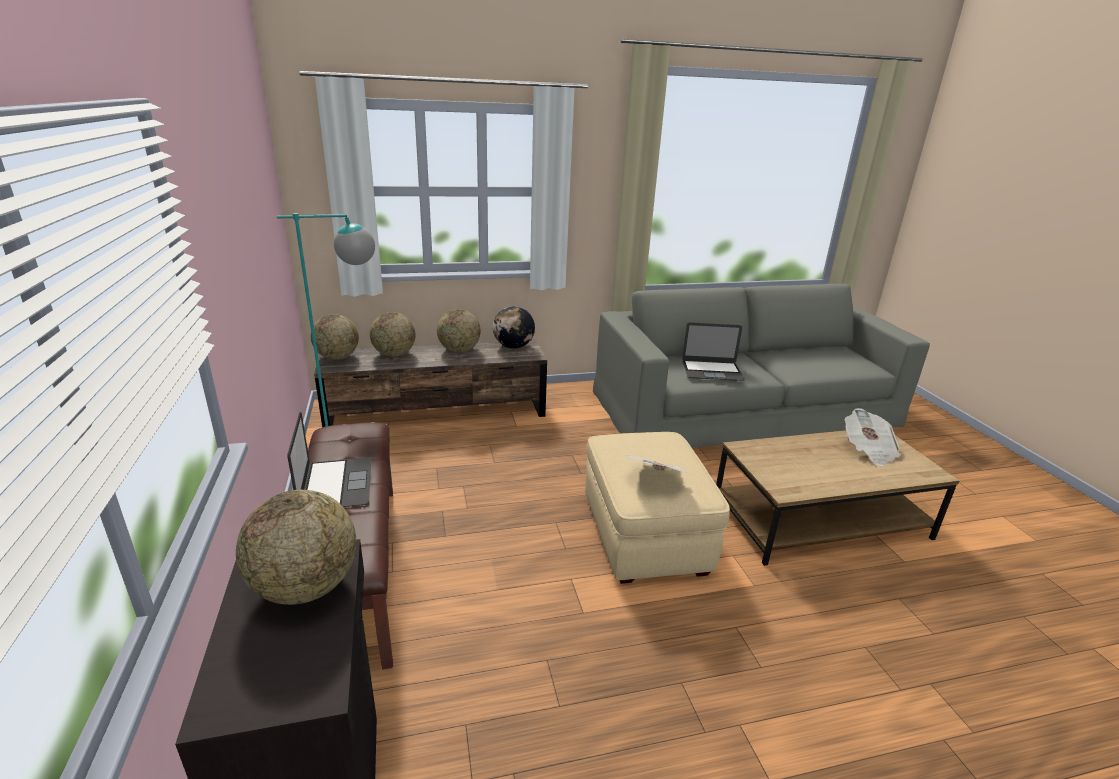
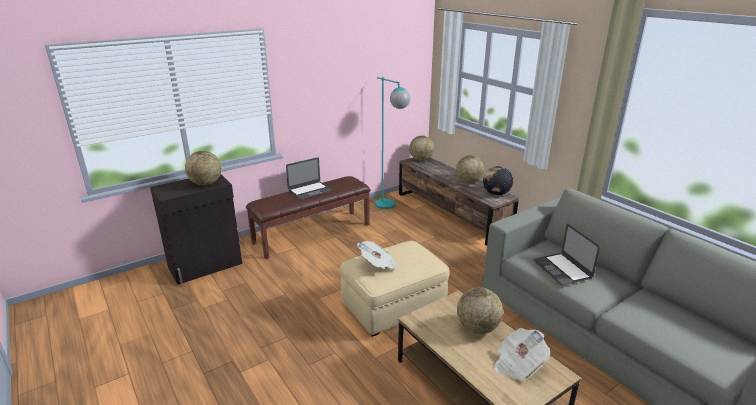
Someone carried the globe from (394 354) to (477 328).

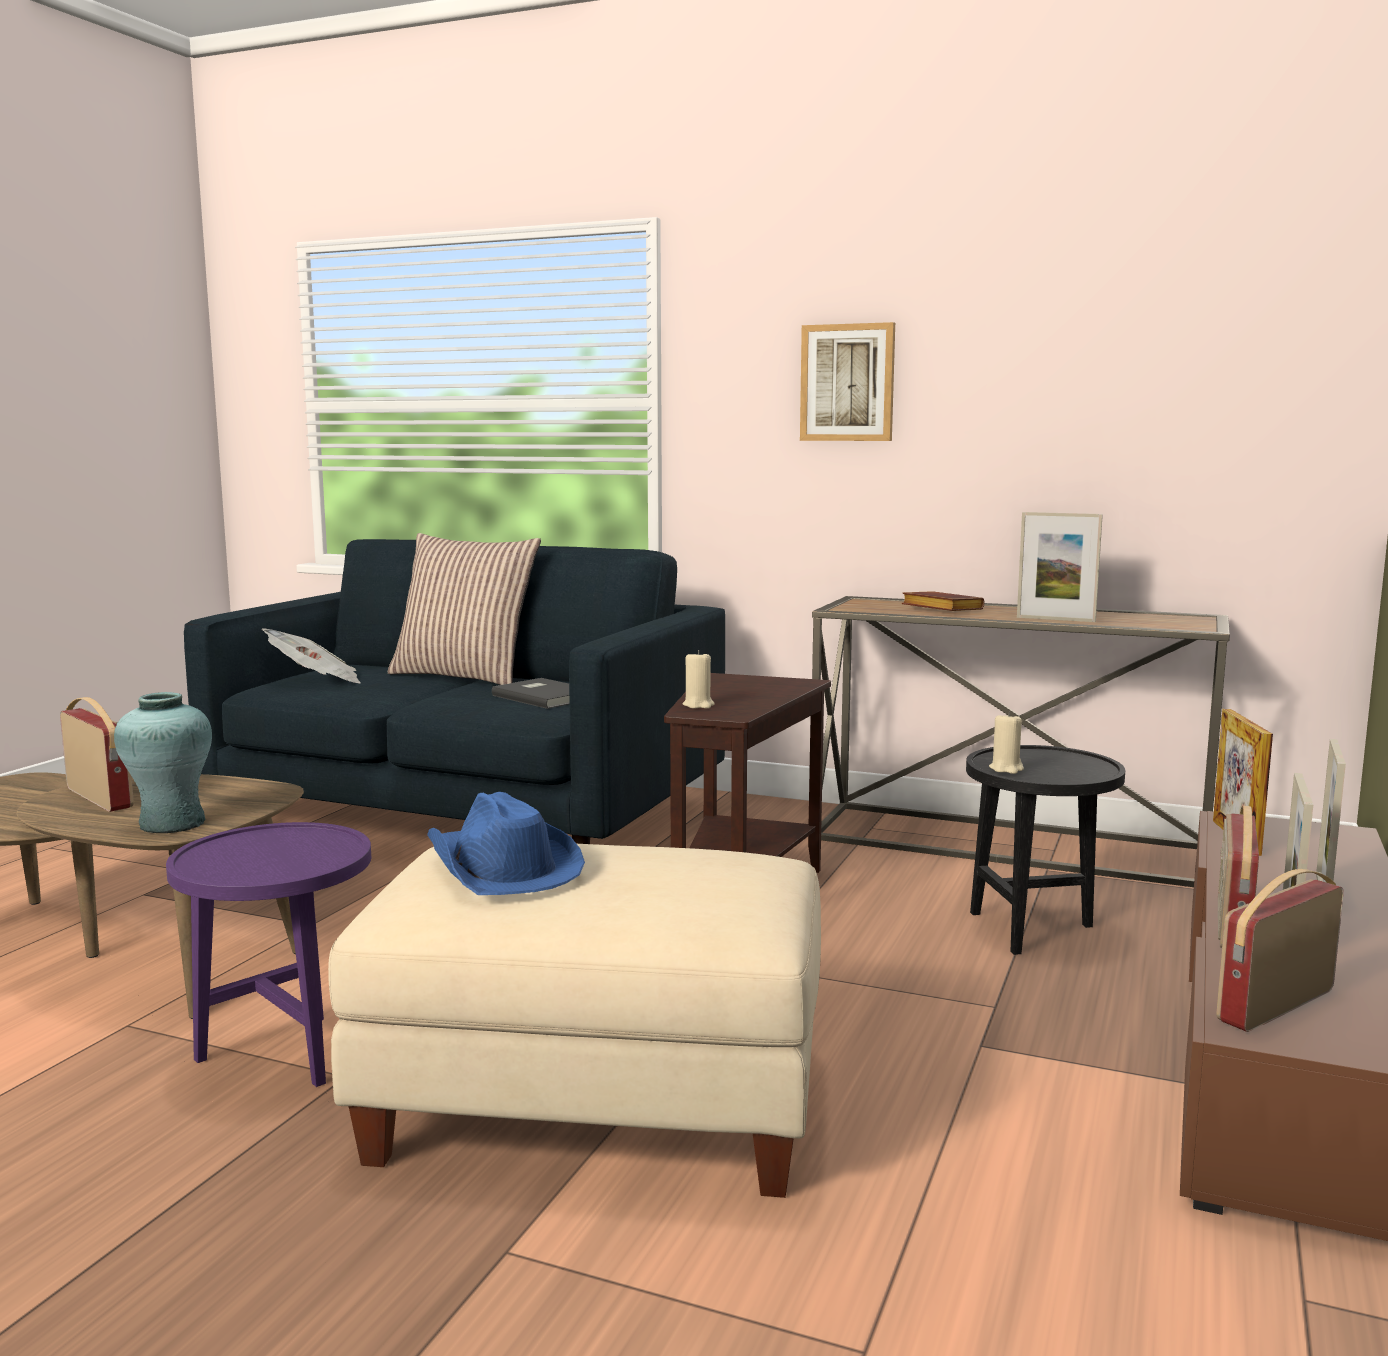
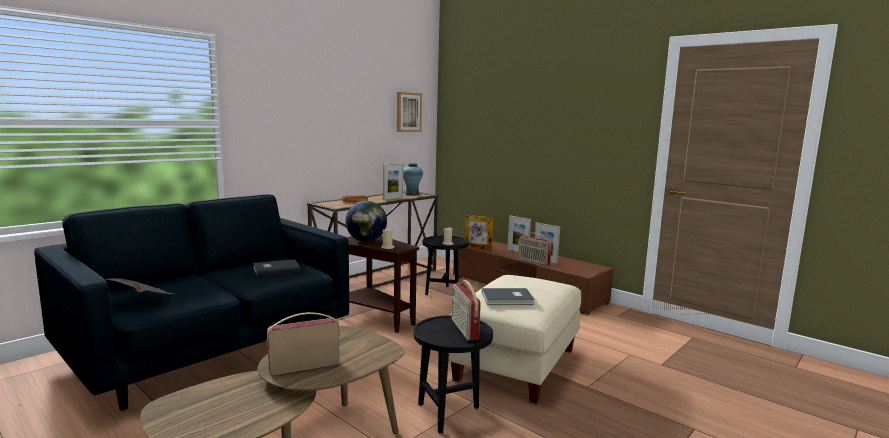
Someone carried the picture from (847 383) to (408 112). Someone took away the pillow at (465 676). Someone carried the turquoise vase from (172 824) to (412 194). Someone swapped the blue hat at (501 867) for the grey book at (508 299). Someone repainted the purple side table at (284 1057), which became the black side table at (450 413). Someone carried the radio from (1273 1004) to (463 329). Someone put down the globe at (366 241).

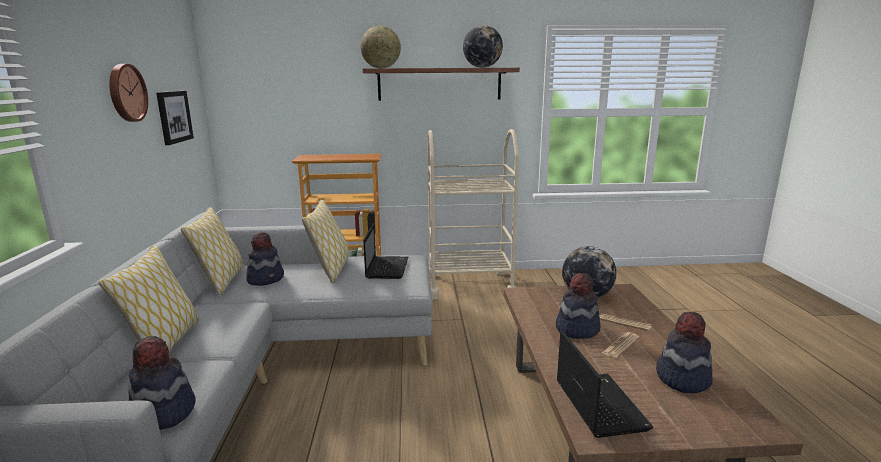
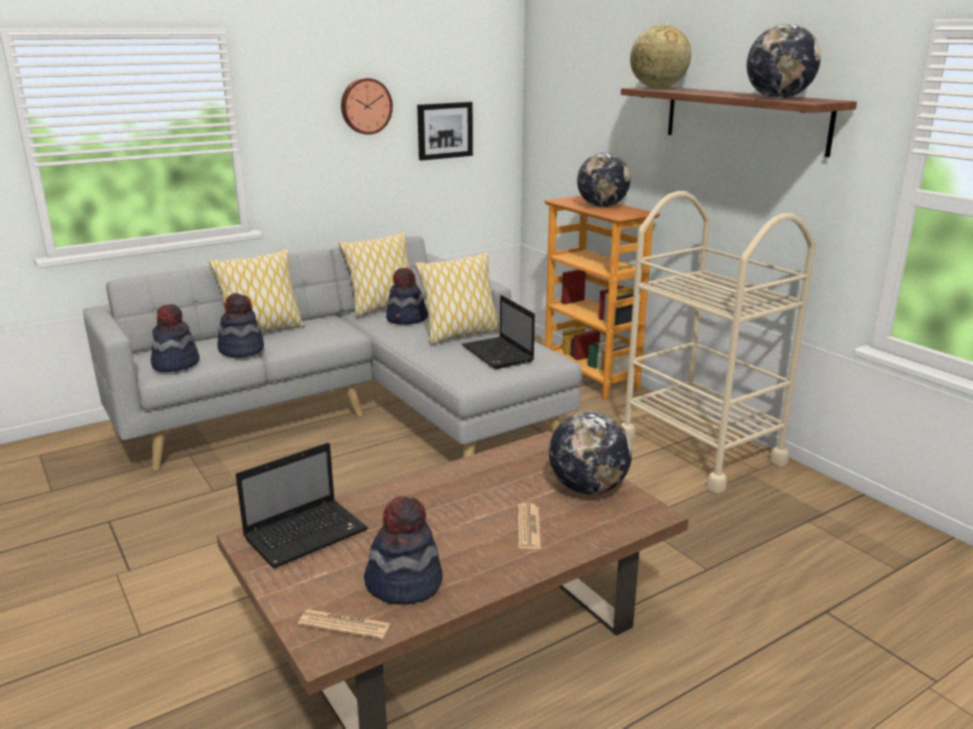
Someone rotated the laptop at (387 267) by 90 degrees clockwise. Someone carried the hat from (576 328) to (241 350). Someone carried the newspaper from (620 345) to (344 625). Someone put down the globe at (602 206).

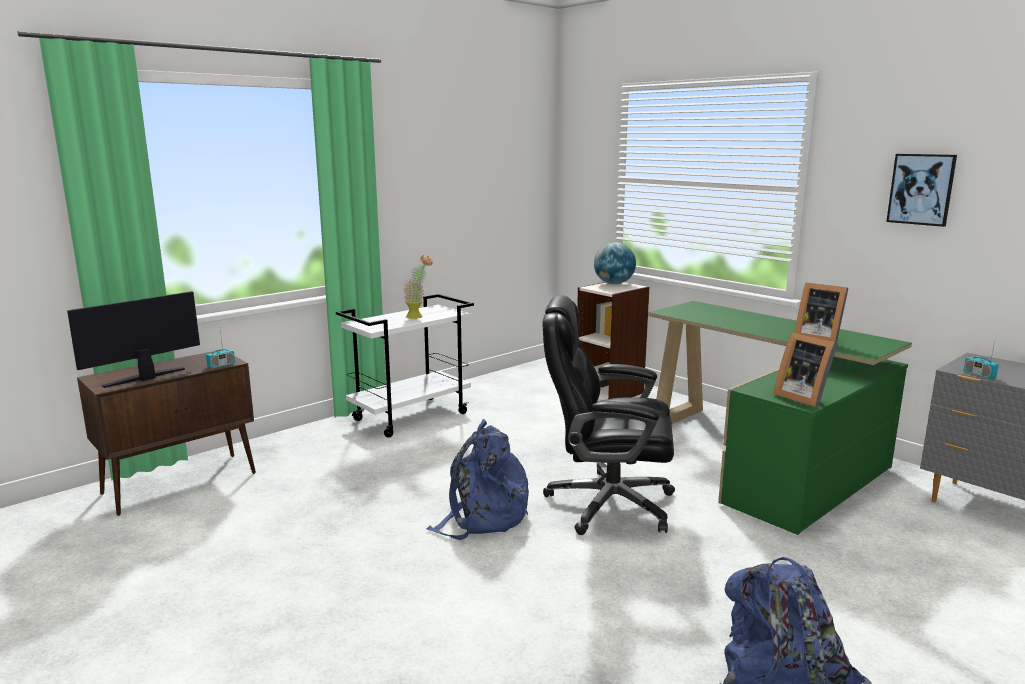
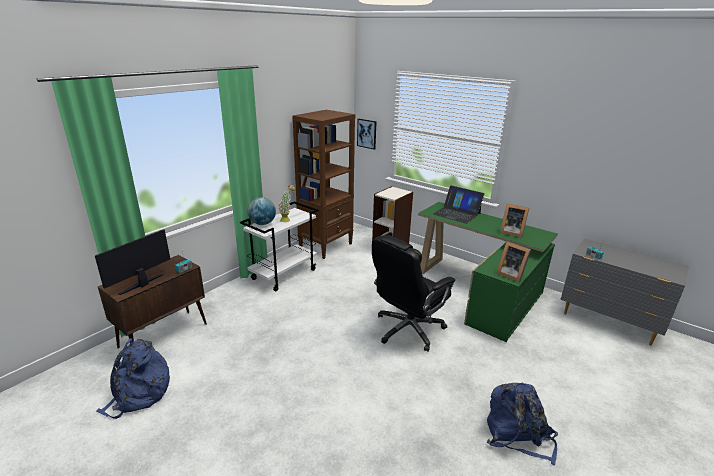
Someone carried the picture from (921 189) to (367 133). Someone carried the globe from (614 283) to (262 223). Someone rotated the black office chair at (607 504) by 45 degrees counterclockwise. Someone carried the blue backpack from (482 516) to (139 394). Someone put down the brown bookcase at (326 246). Someone put down the laptop at (457 213).

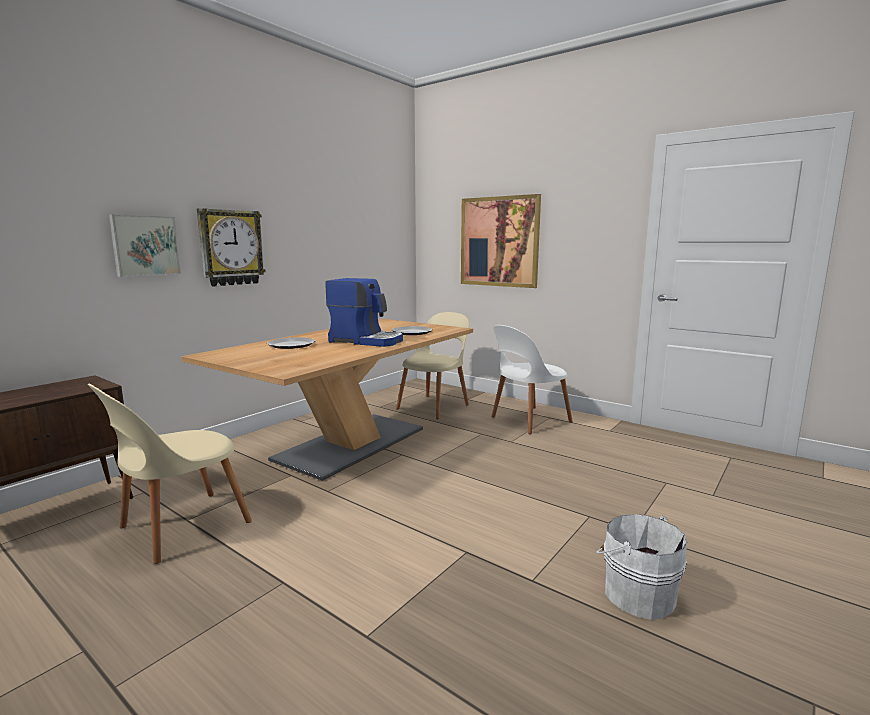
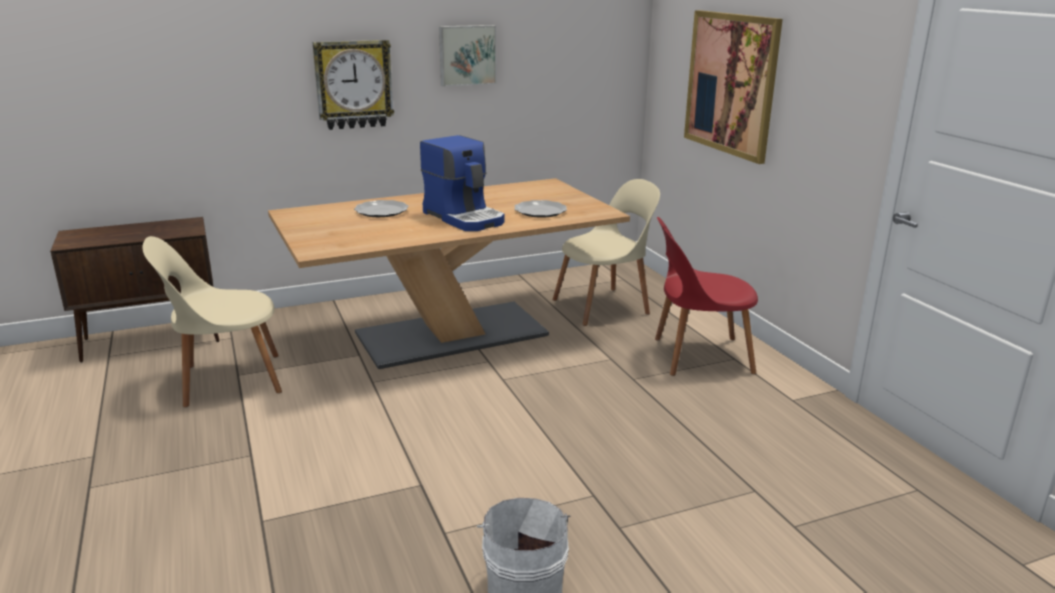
Someone carried the picture from (145 245) to (467 55). Someone repainted the white chair at (528 420), which became the red chair at (697 356).

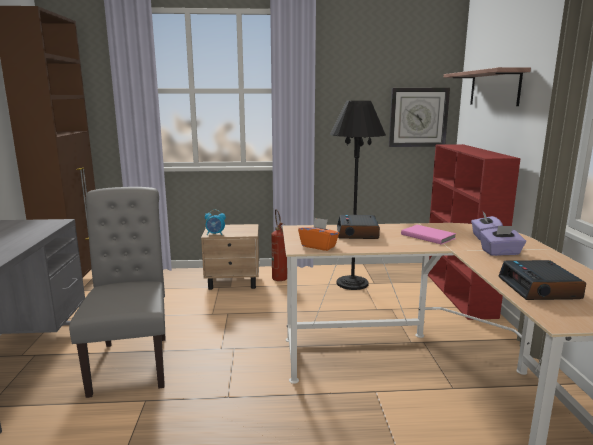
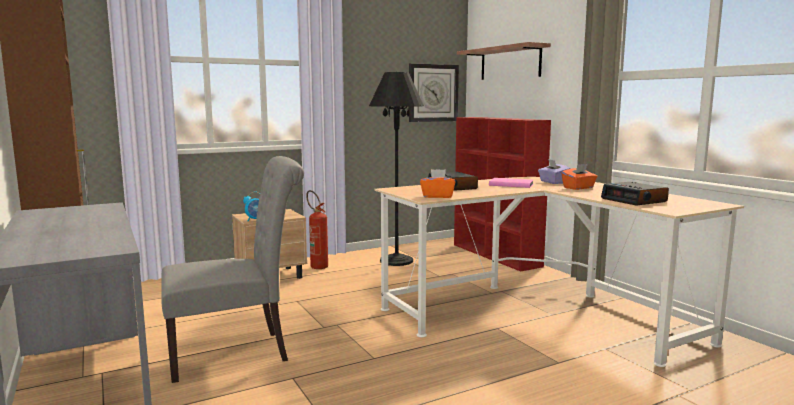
Someone rotated the grey chair at (132 360) by 105 degrees clockwise. Someone repainted the purple tissue box at (500 252), which became the orange tissue box at (578 188).

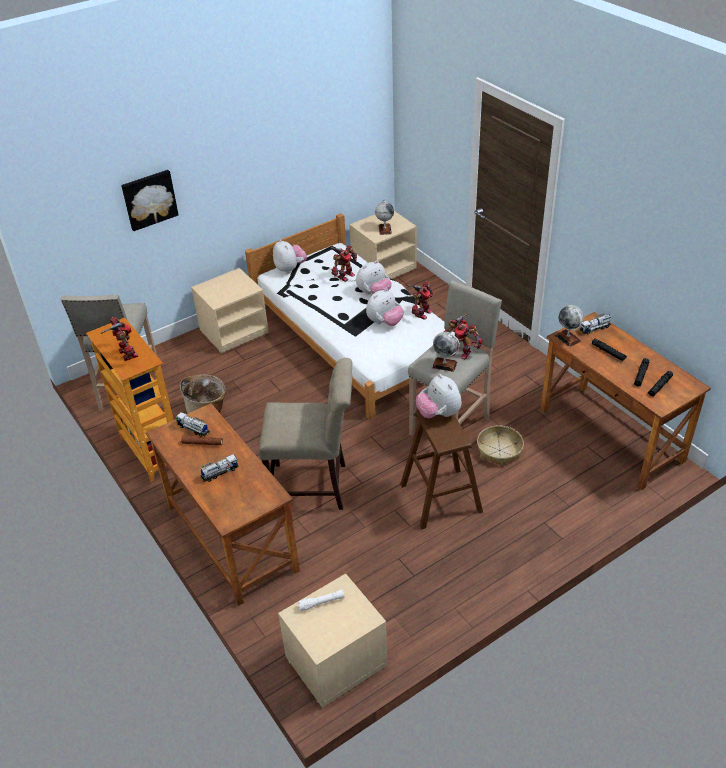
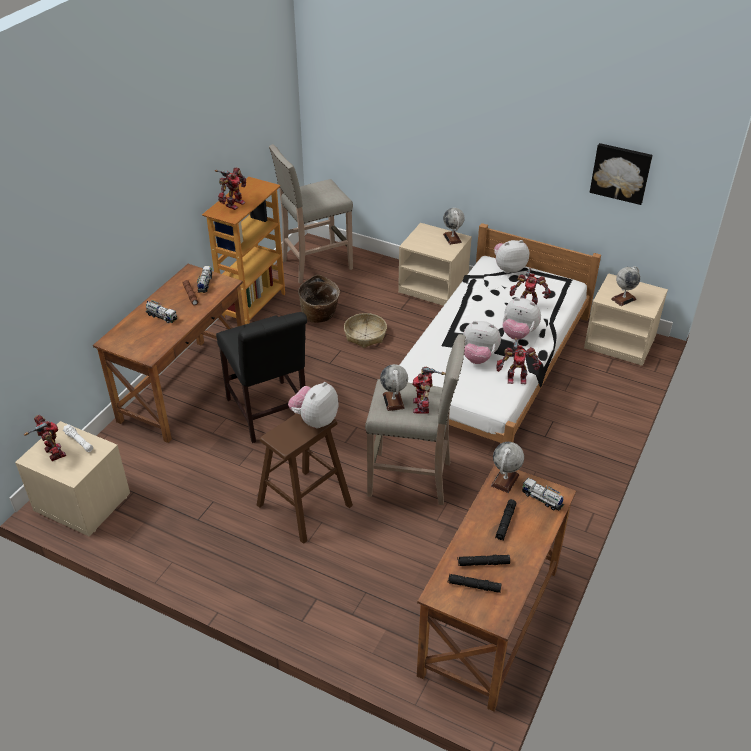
Someone carried the picture from (149 199) to (621 172). Someone rotated the plush toy at (290 268) by 135 degrees counterclockwise. Someone repainted the beige chair at (314 487), which became the black chair at (269 414). Someone carried the basket from (499 450) to (365 335). Someone put down the globe at (452 238). Someone put down the toy robot at (53 453).

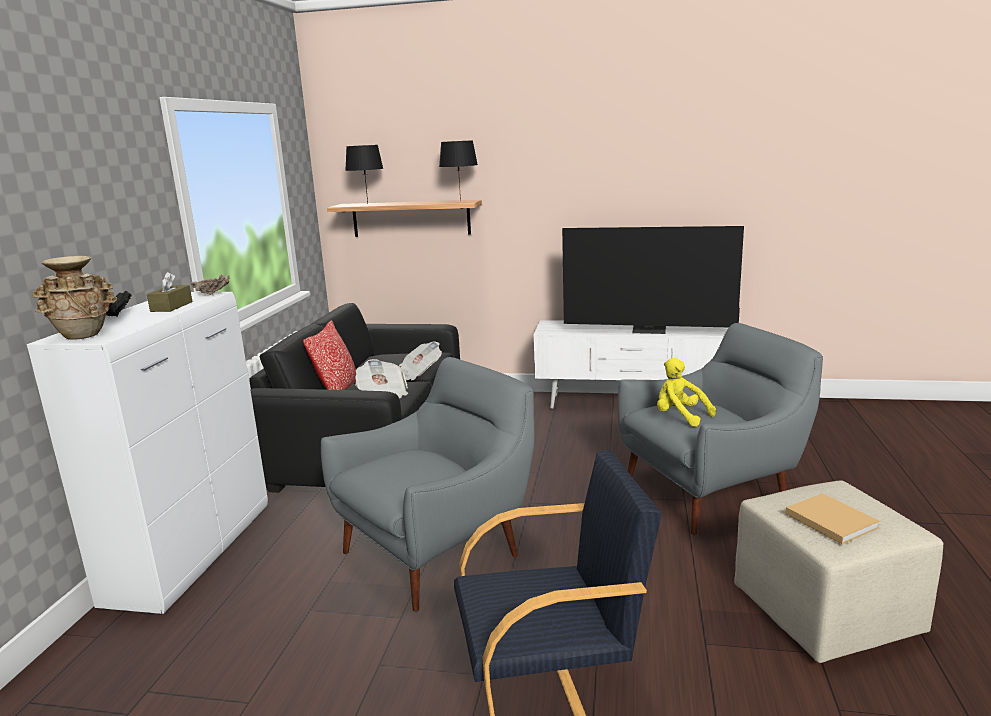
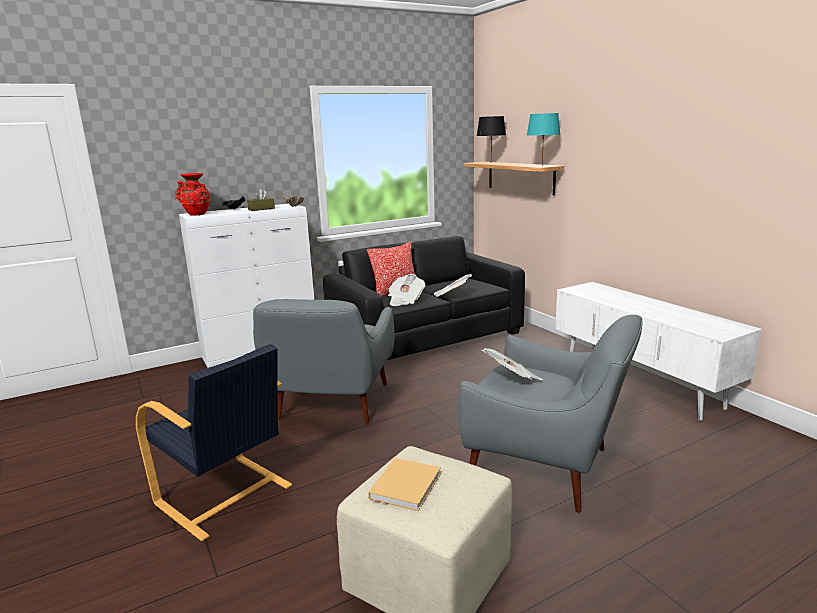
Someone repainted the black table lamp at (460 201), which became the turquoise table lamp at (542 165). Someone took away the television at (649 330). Someone repainted the beige vase at (83 336), which became the red vase at (196 214). Someone rotated the grey armchair at (437 551) by 90 degrees clockwise. Someone swapped the yellow plush toy at (680 416) for the newspaper at (511 379).

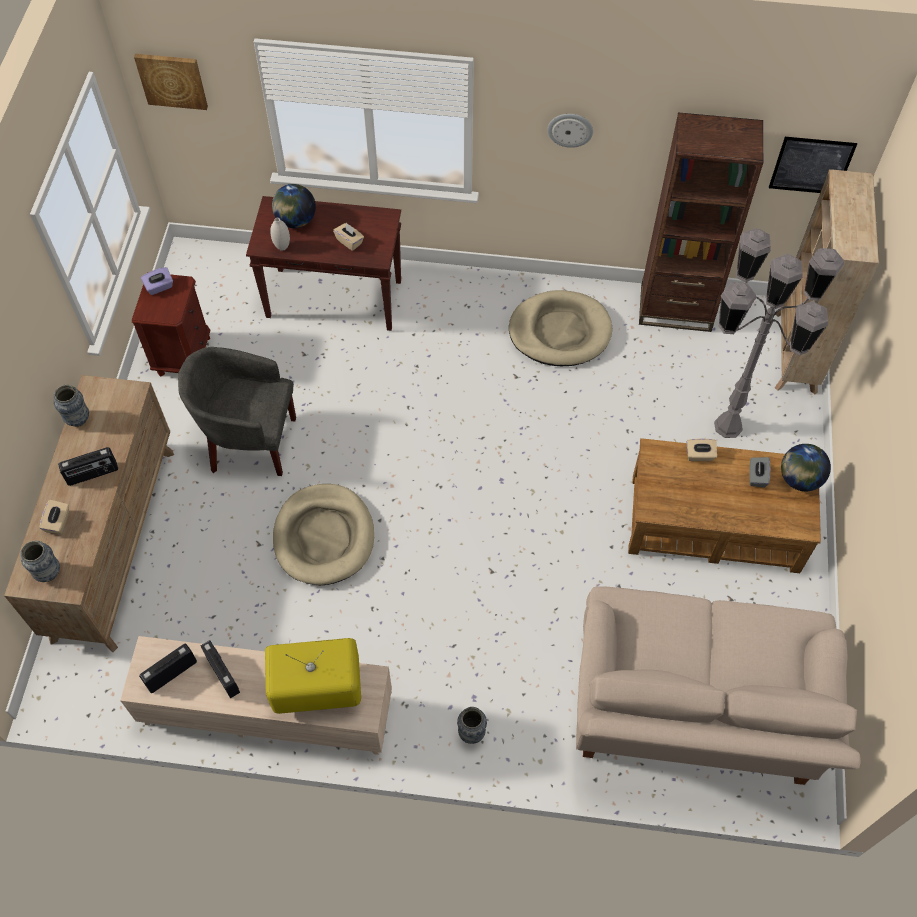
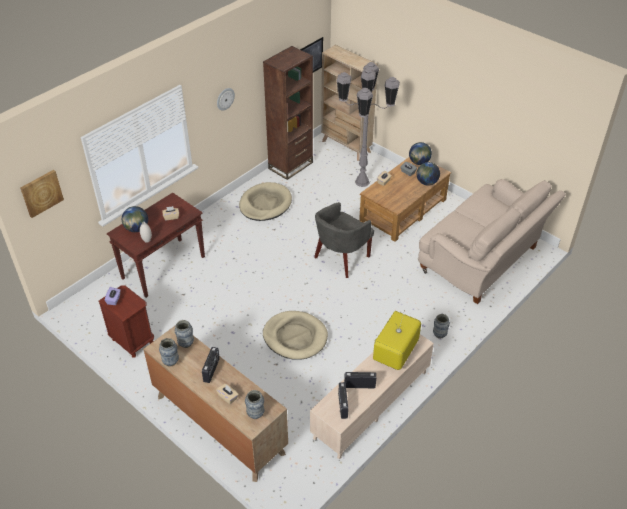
Someone carried the grey armchair from (249 441) to (341 259). Someone put down the globe at (426 182). Someone put down the vase at (186 344).

